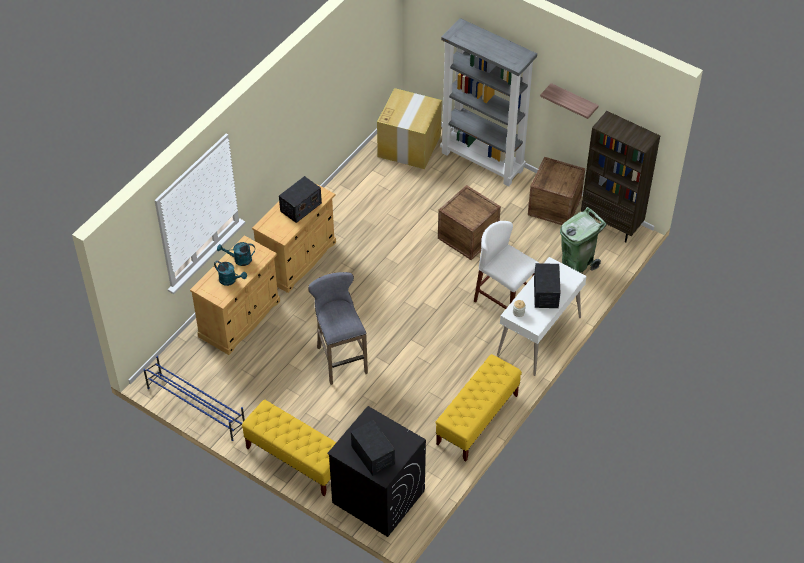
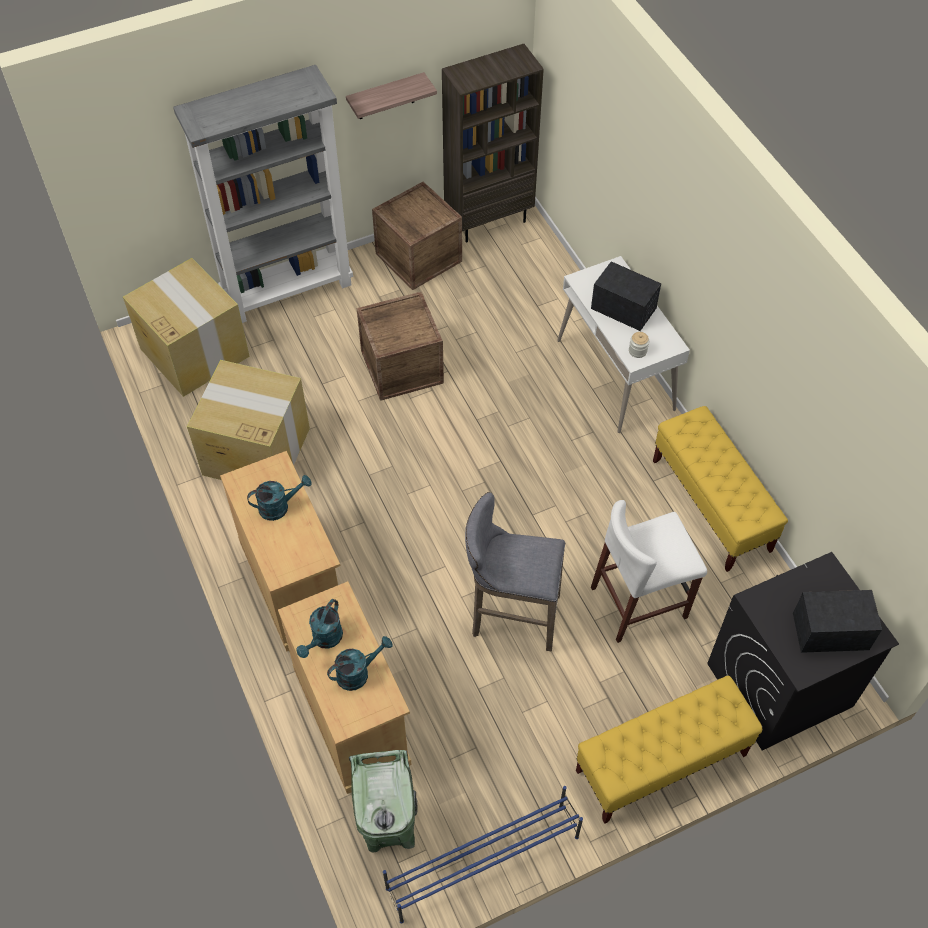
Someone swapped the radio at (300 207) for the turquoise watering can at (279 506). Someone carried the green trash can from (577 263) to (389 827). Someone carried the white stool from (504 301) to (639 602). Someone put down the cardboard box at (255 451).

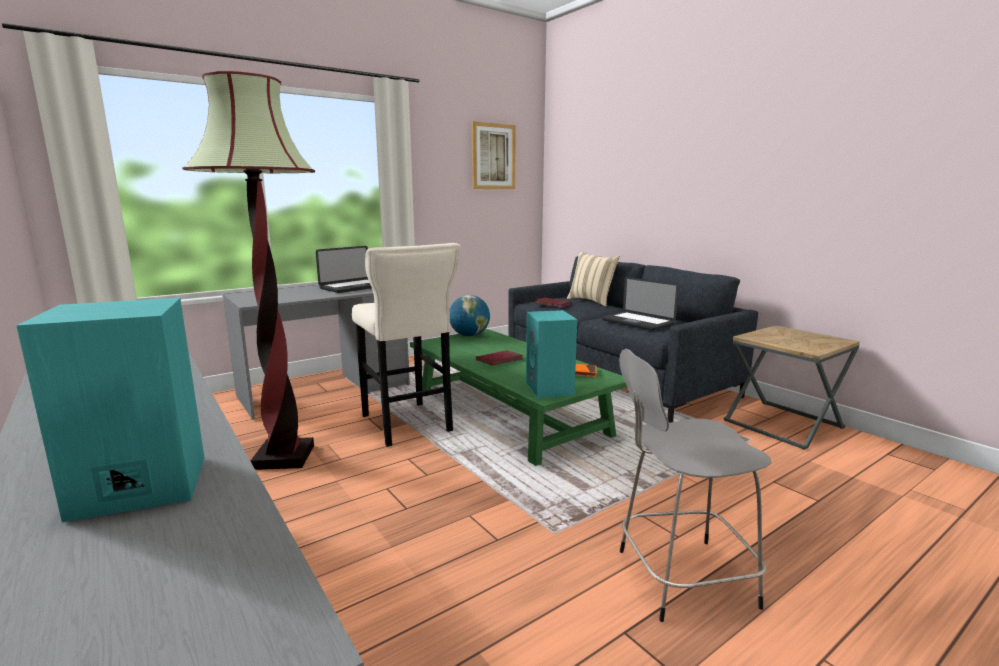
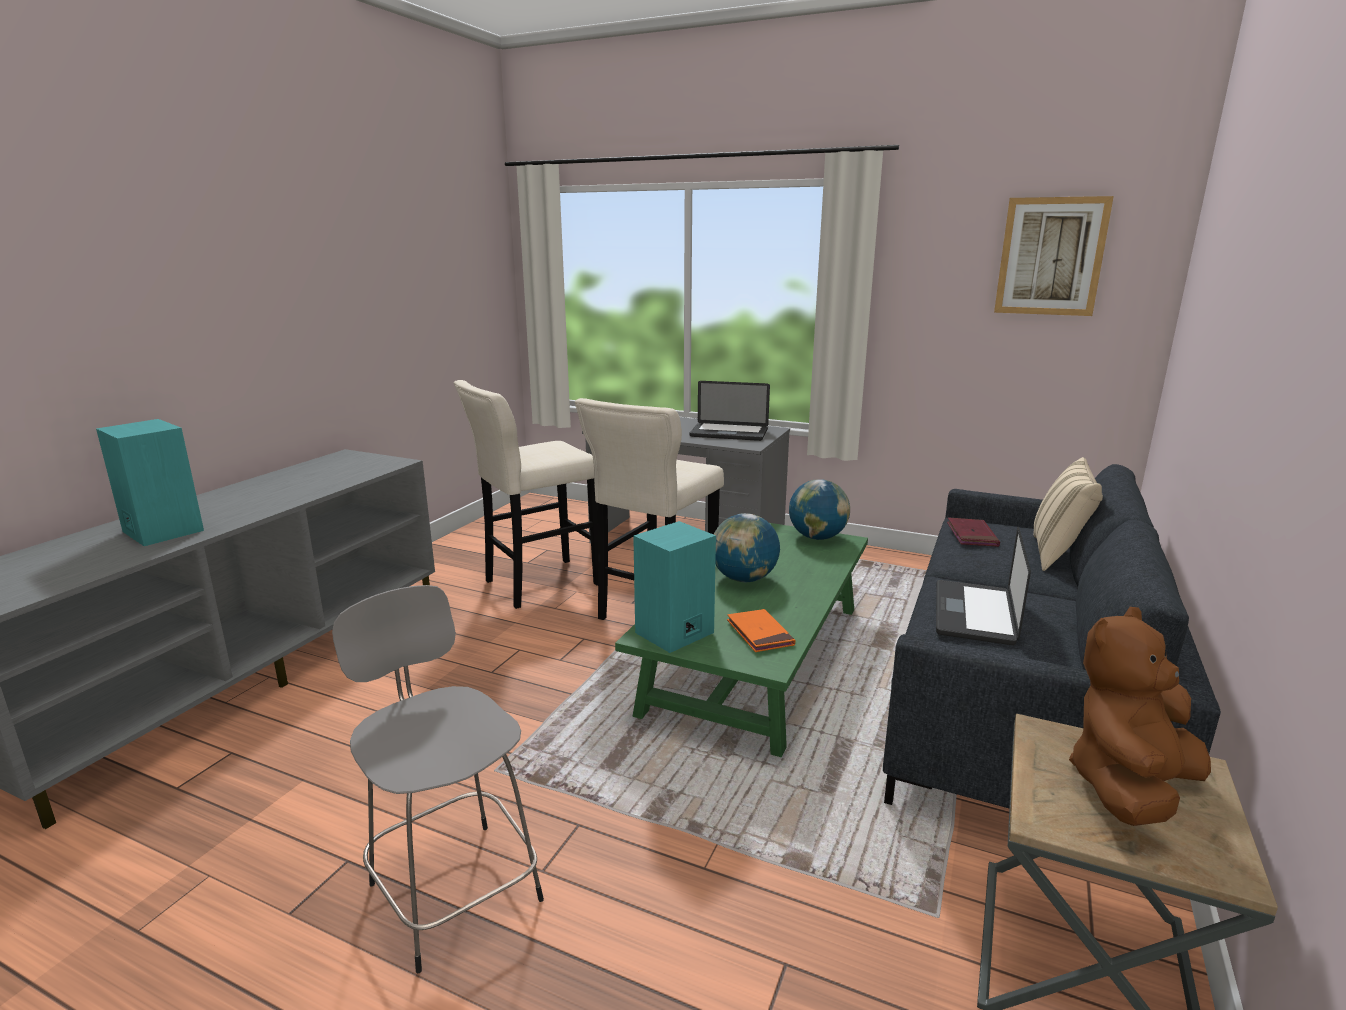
Someone swapped the floor lamp at (284 457) for the beige stool at (537 584). Someone swapped the red book at (499 360) for the globe at (744 579). Someone put down the brown plush toy at (1128 788).

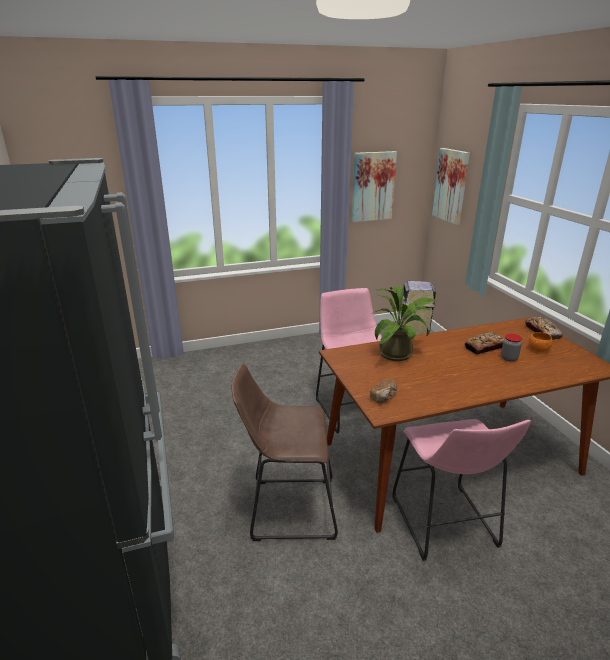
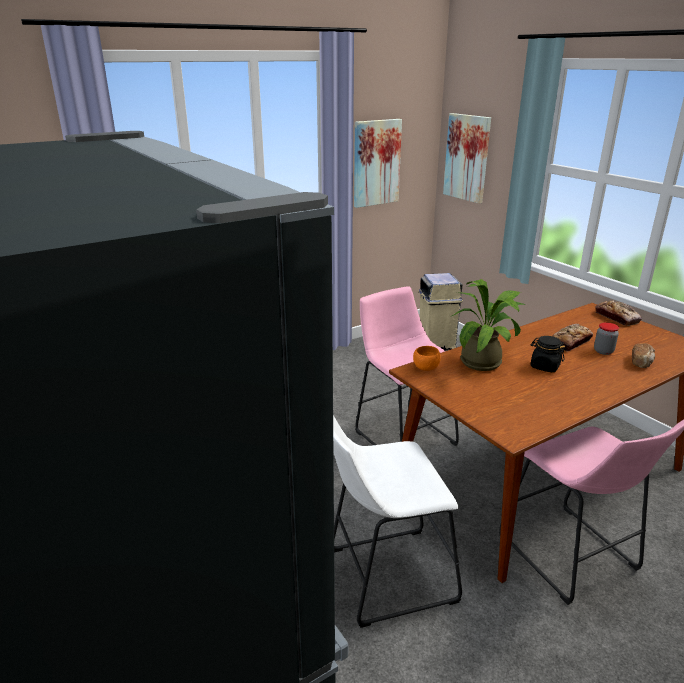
Someone carried the orange bowl from (538 349) to (426 368). Someone repainted the brown stool at (287 508), which became the white stool at (384 576). Someone carried the bread from (384 397) to (641 362). Someone put down the black jar at (544 366).

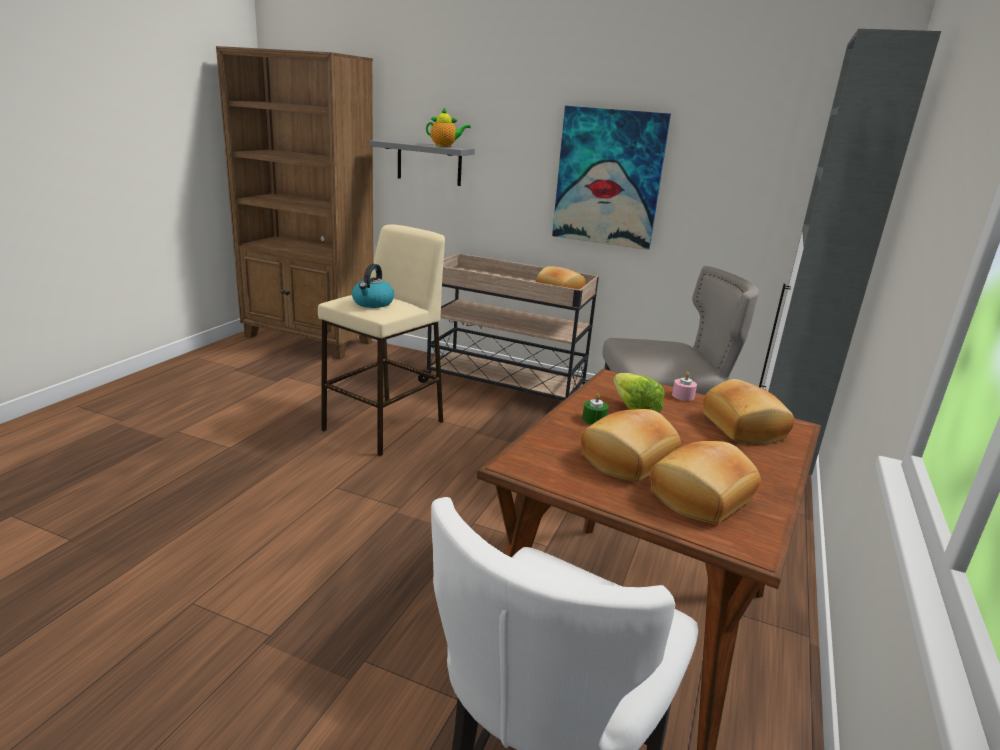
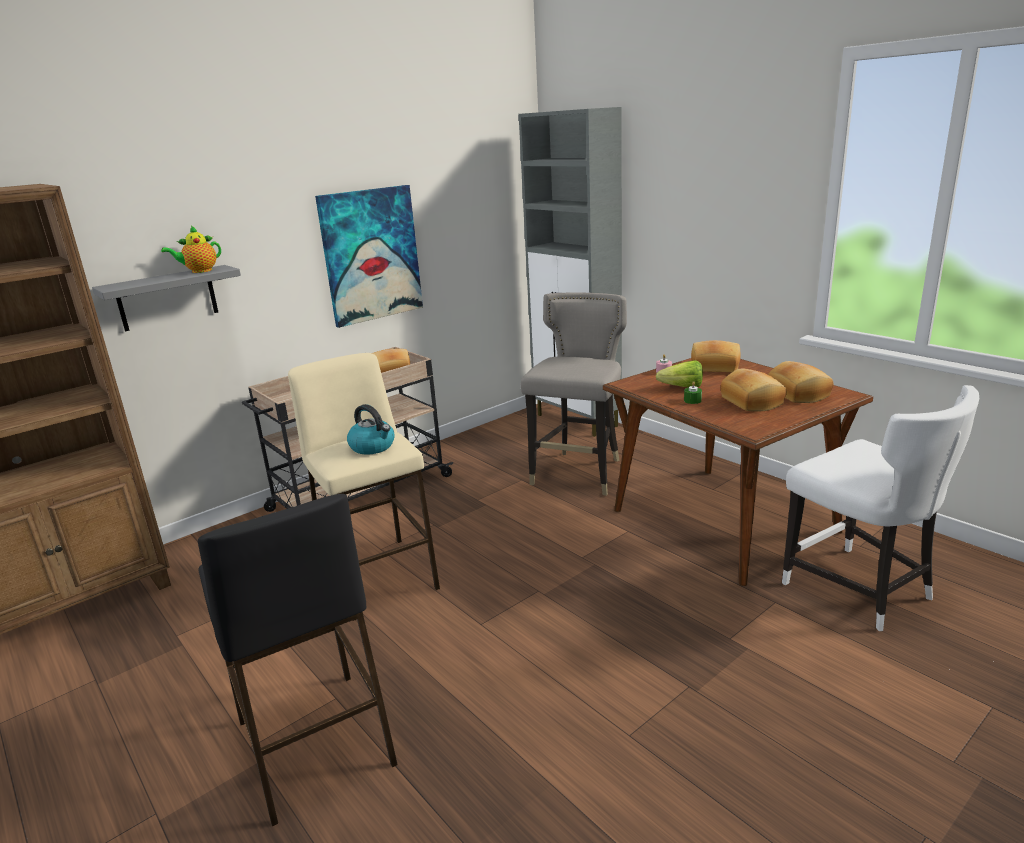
Someone rotated the teapot at (445 146) by 150 degrees counterclockwise. Someone put down the black stool at (315 743).

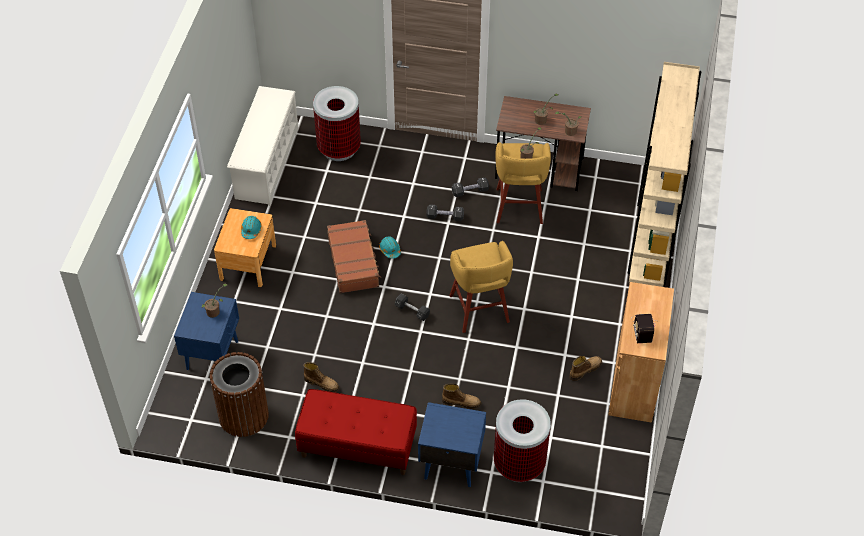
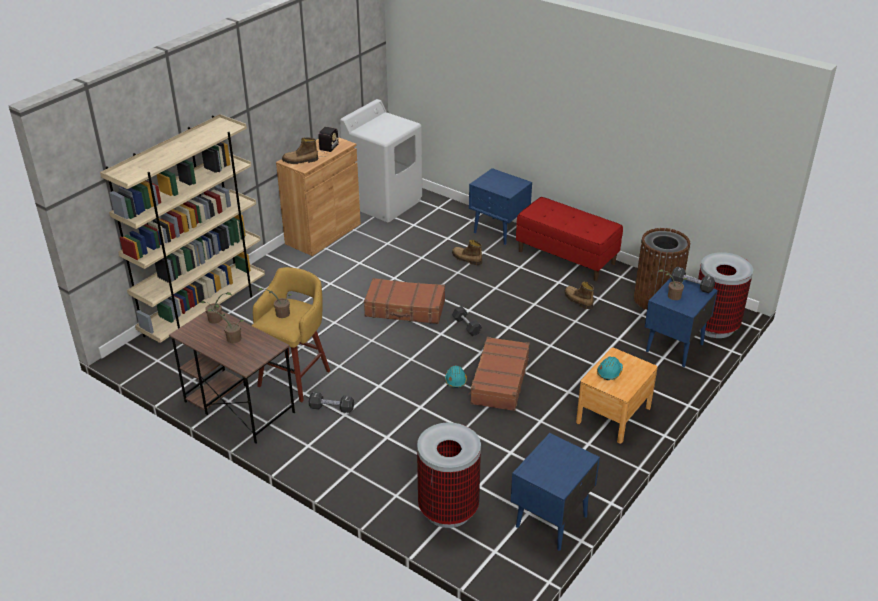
Someone swapped the white shoe rack at (266 163) for the blue nightstand at (550 521). Someone carried the black dumbbell from (445 217) to (691 286). Someone swapped the yellow stool at (479 310) for the brown suitcase at (405 309). Someone carried the boot from (584 369) to (300 161). Someone carried the trash can from (519 464) to (714 326). Someone put down the white washing machine at (384 202).

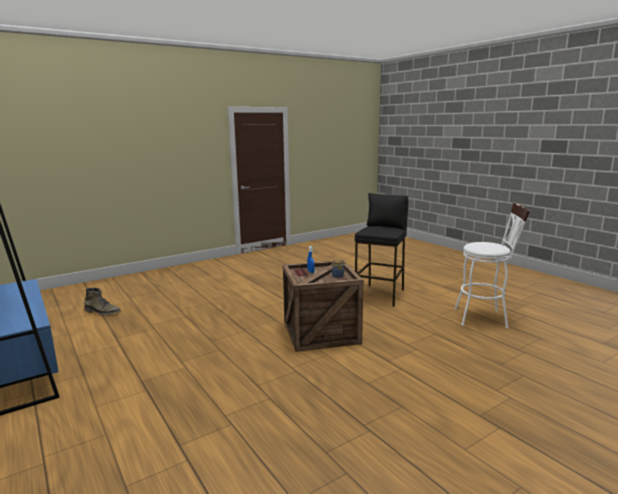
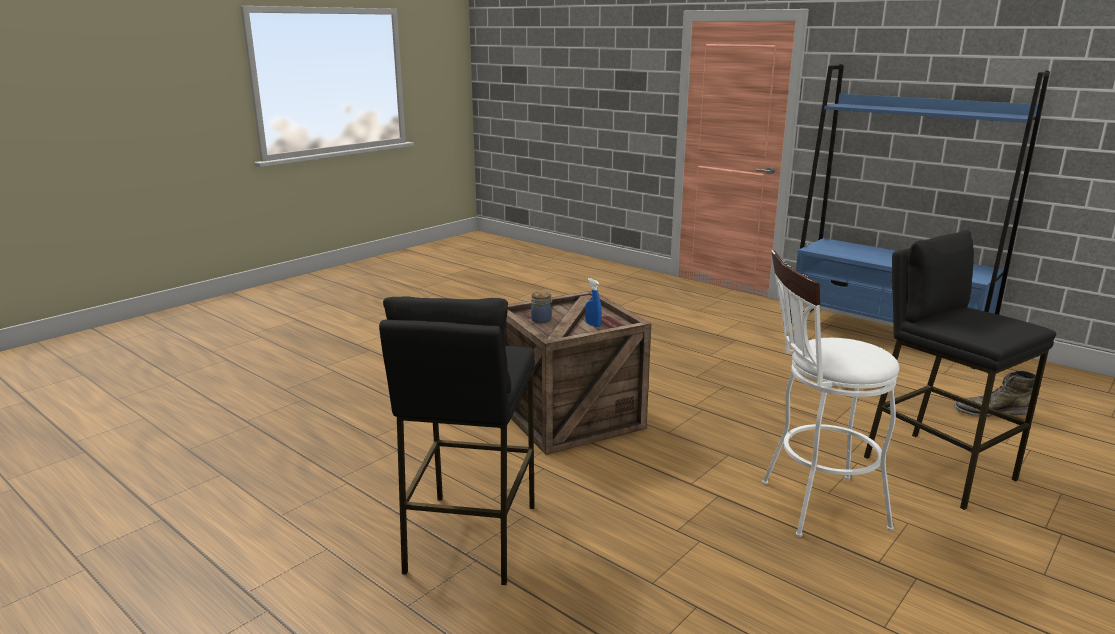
Someone carried the white stool from (485 318) to (813 505). Someone put down the black stool at (937 468).

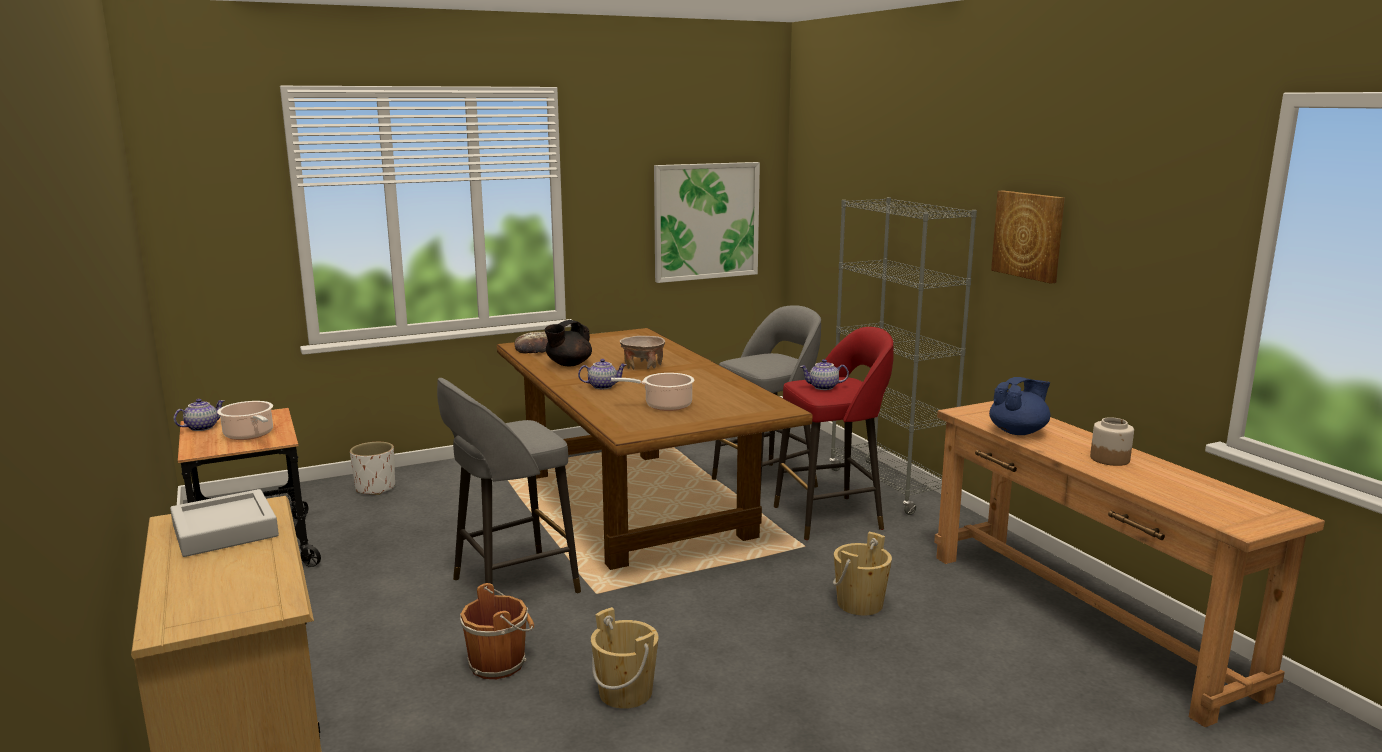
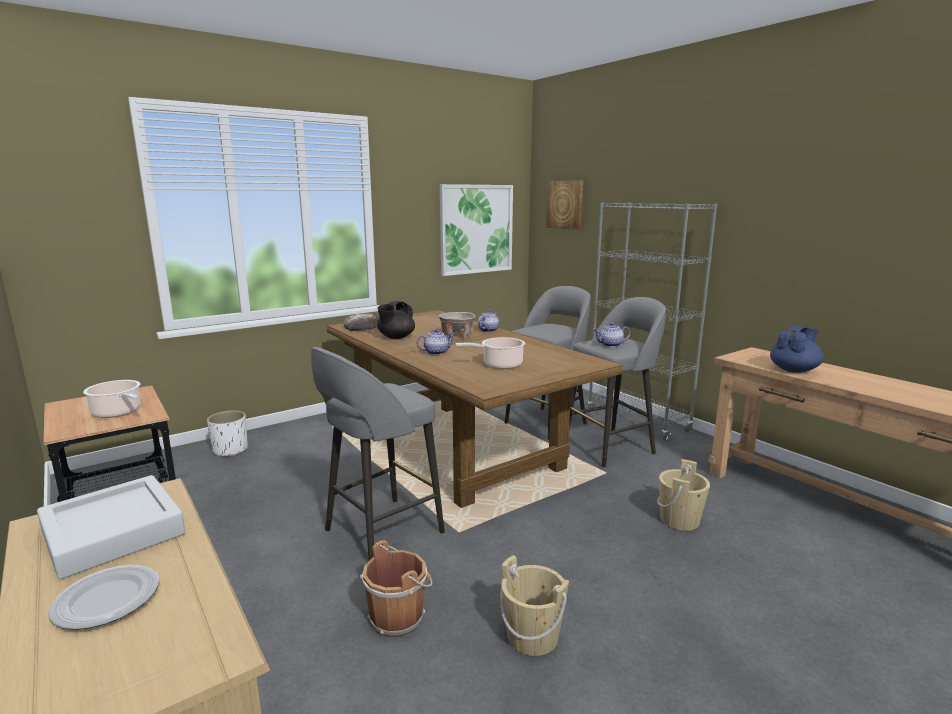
Someone carried the picture from (1029 235) to (565 205). Someone repainted the red stool at (831 517), which became the grey stool at (611 447). Someone carried the teapot from (202 427) to (488 330). Someone took away the jar at (1110 459). Someone put down the plate at (106 600).

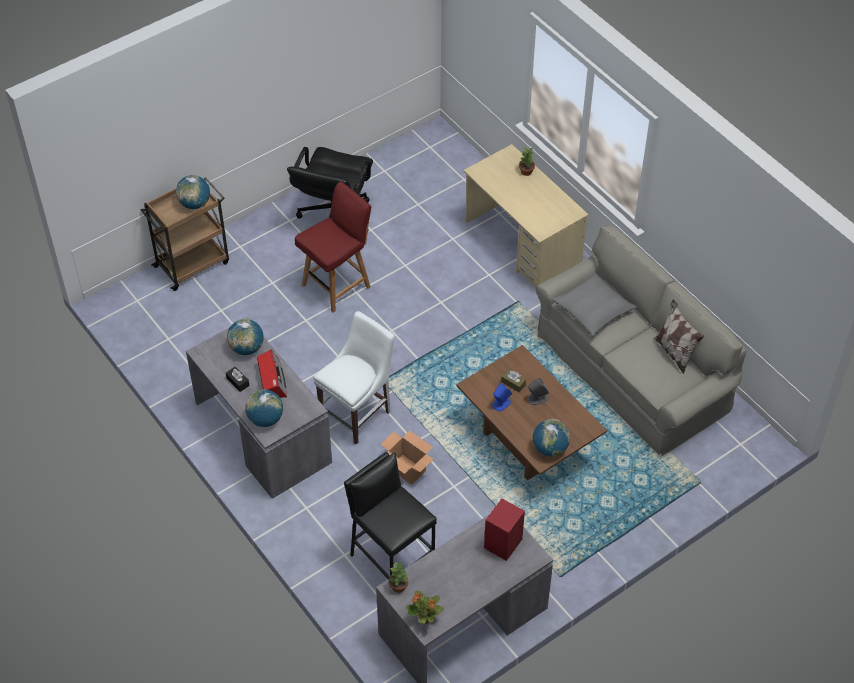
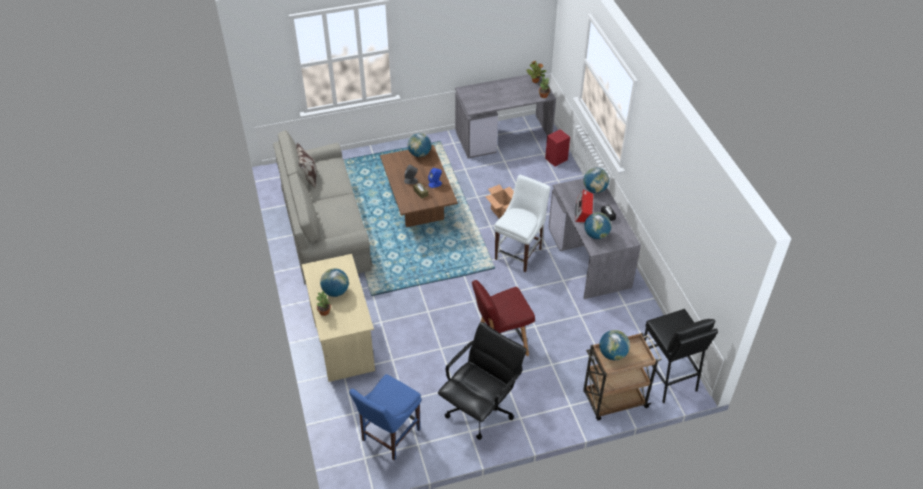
Someone took away the grey pillow at (593 309). Someone rotated the white chair at (358 413) by 150 degrees clockwise. Someone carried the black stool from (392 561) to (667 378). Someone carried the red speaker from (503 543) to (556 159). Someone put down the globe at (336 292). Someone put down the blue chair at (389 436).

